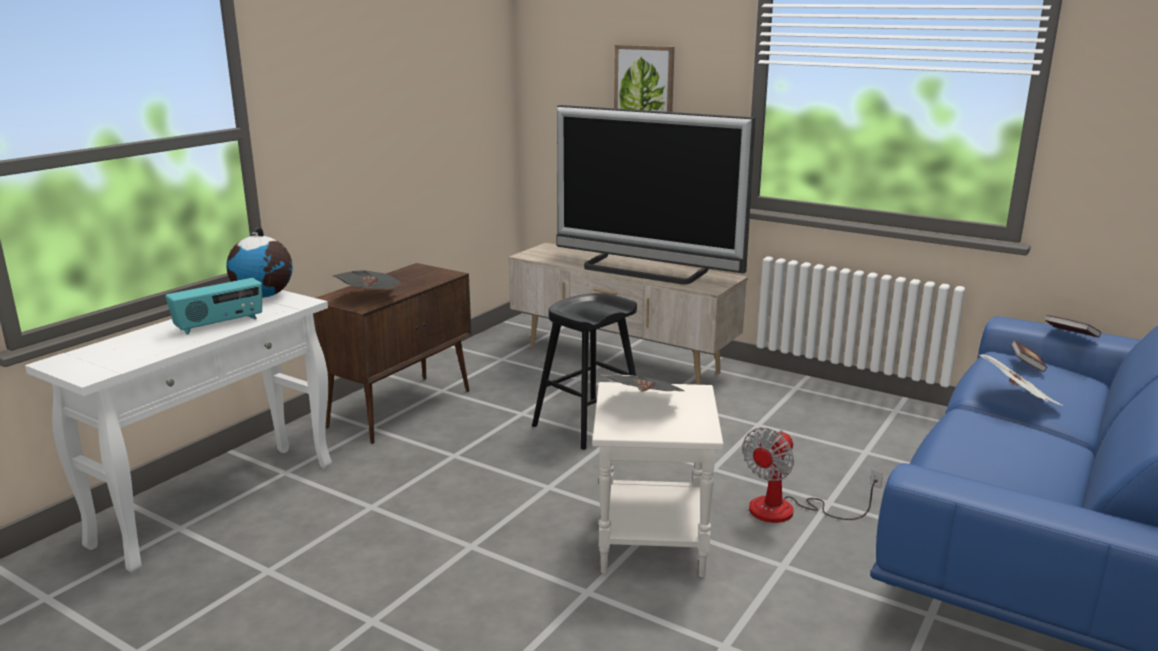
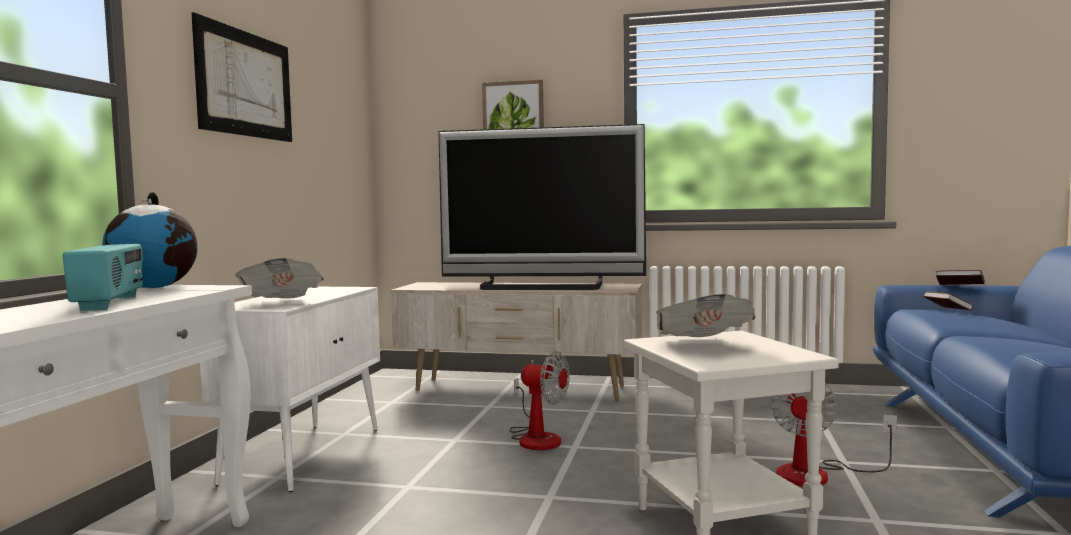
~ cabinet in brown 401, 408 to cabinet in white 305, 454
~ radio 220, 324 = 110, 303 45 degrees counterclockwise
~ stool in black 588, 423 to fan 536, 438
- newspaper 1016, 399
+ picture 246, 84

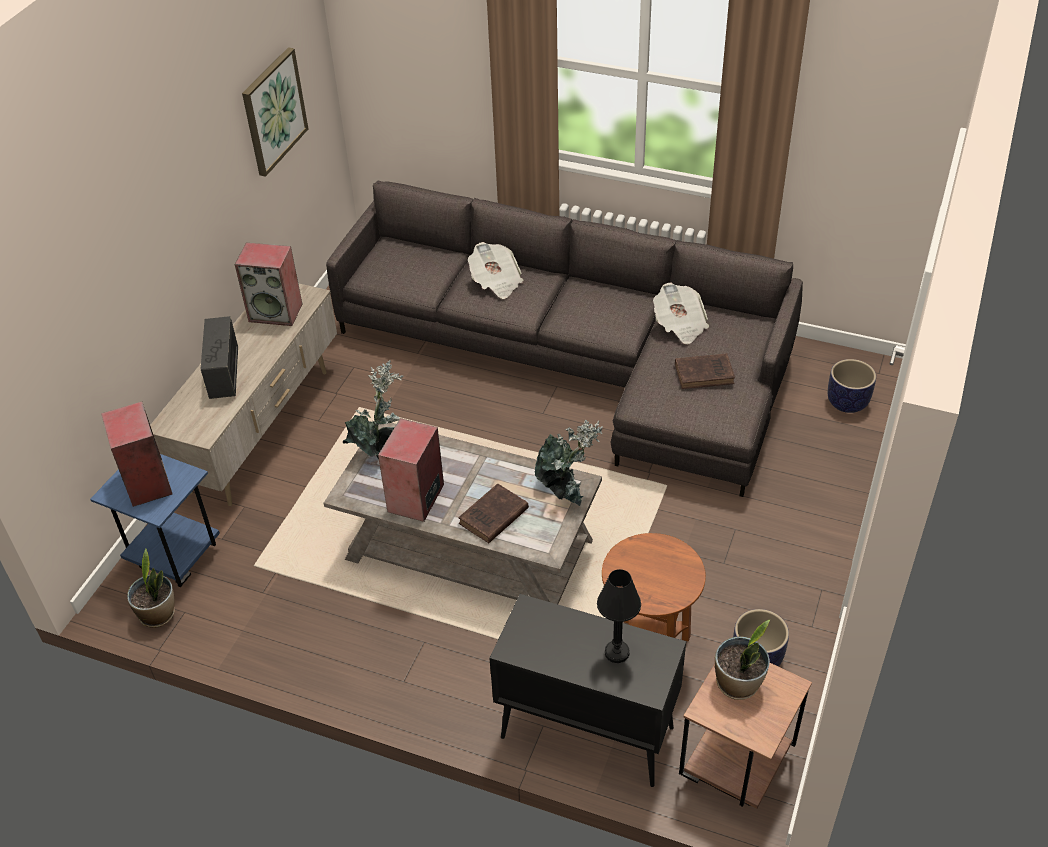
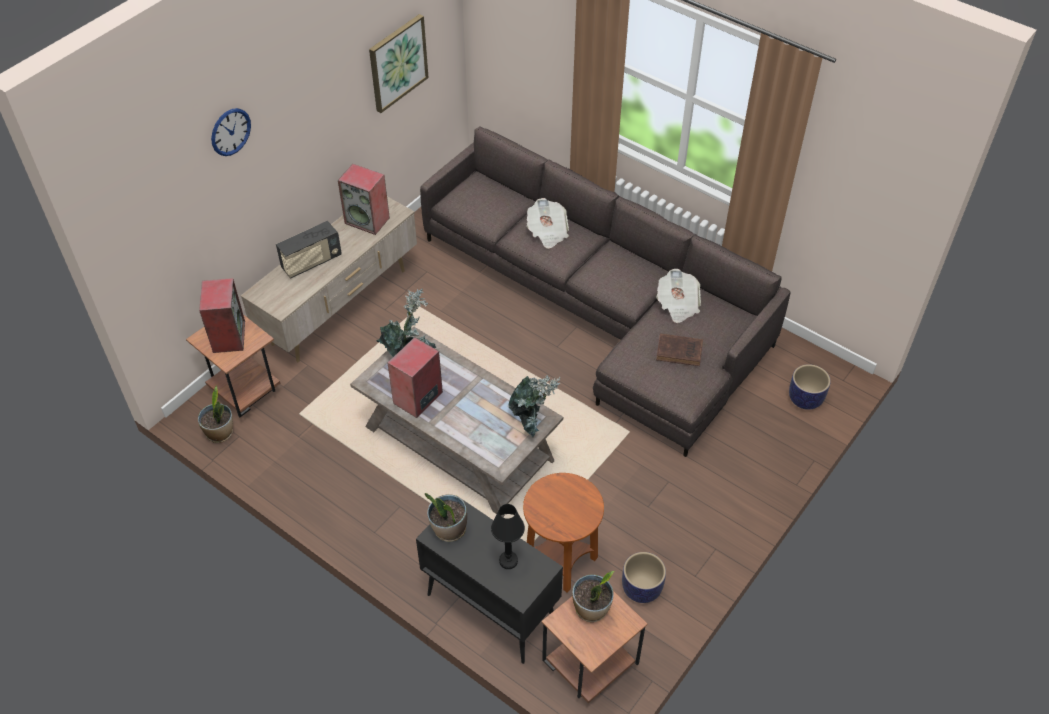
~ radio 223, 374 = 311, 262 135 degrees counterclockwise
~ side table in blue 174, 559 to side table in brown 244, 393
- book in brown 492, 517
+ wall clock 230, 132
+ potted plant 449, 529

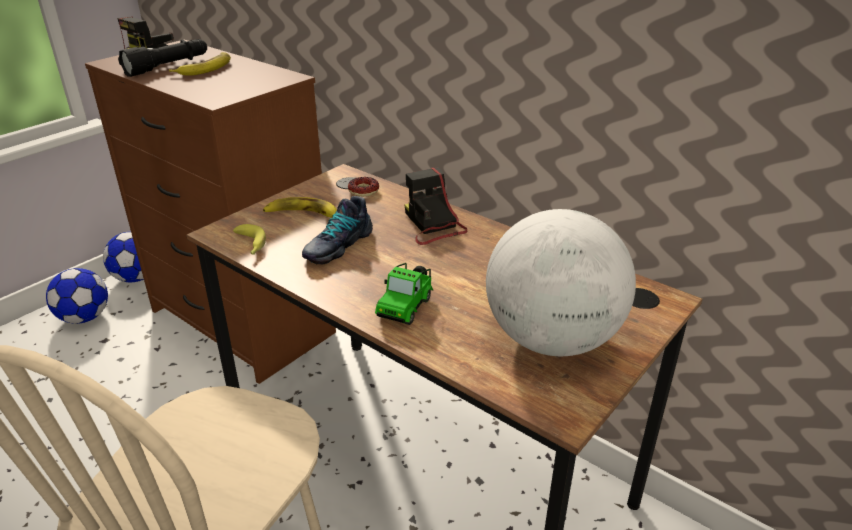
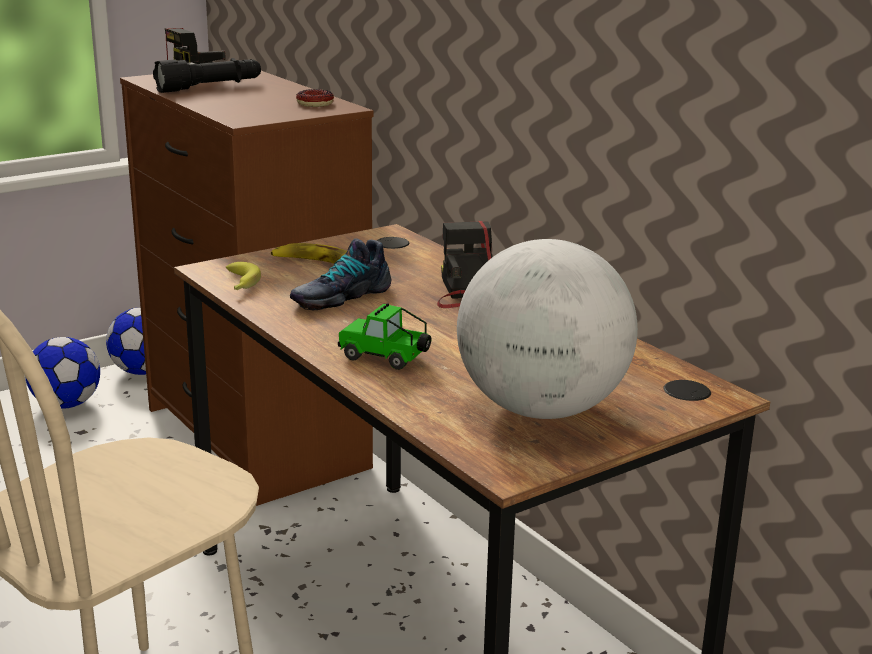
- banana 206, 68
~ donut 363, 191 to 315, 103
~ toy car 406, 306 = 386, 358 75 degrees clockwise

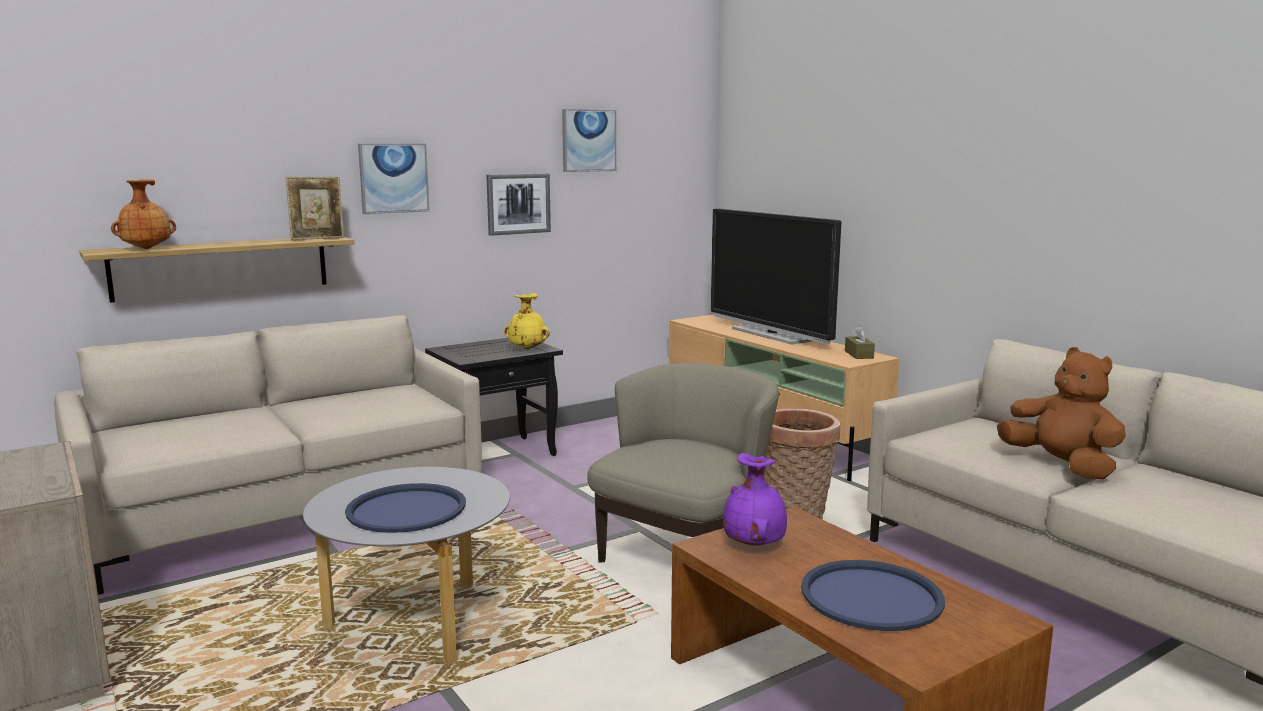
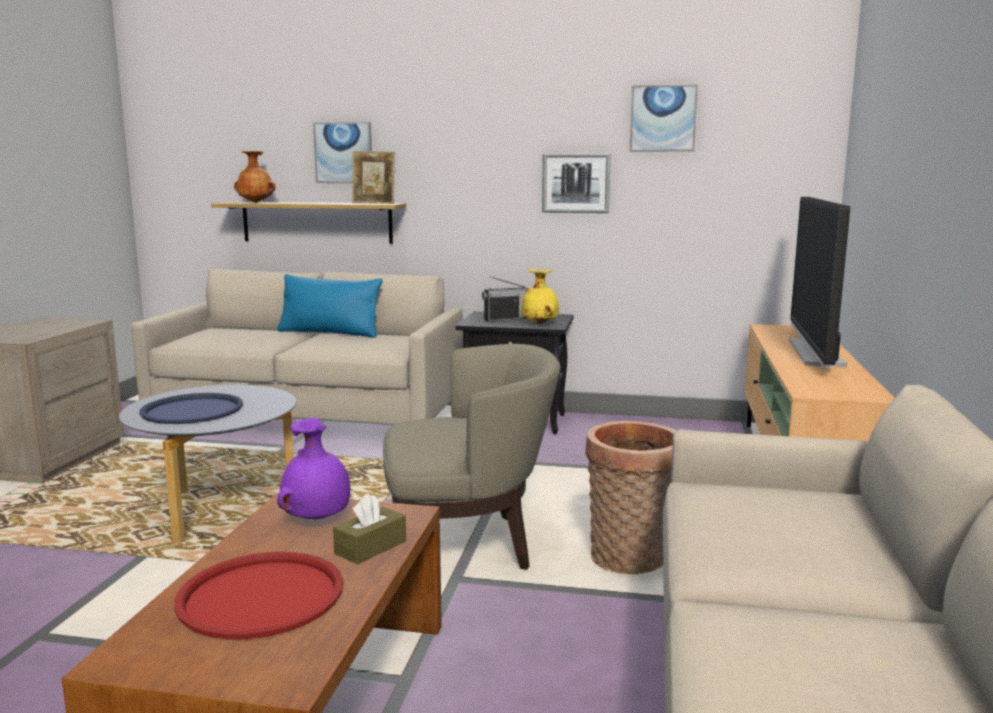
~ picture 393, 178 to 343, 153
~ tissue box in brown 859, 354 to 370, 547
- plush toy in brown 1061, 466
~ tray in blue 871, 597 to tray in red 261, 596
+ pillow in blue 329, 333
+ radio 506, 319

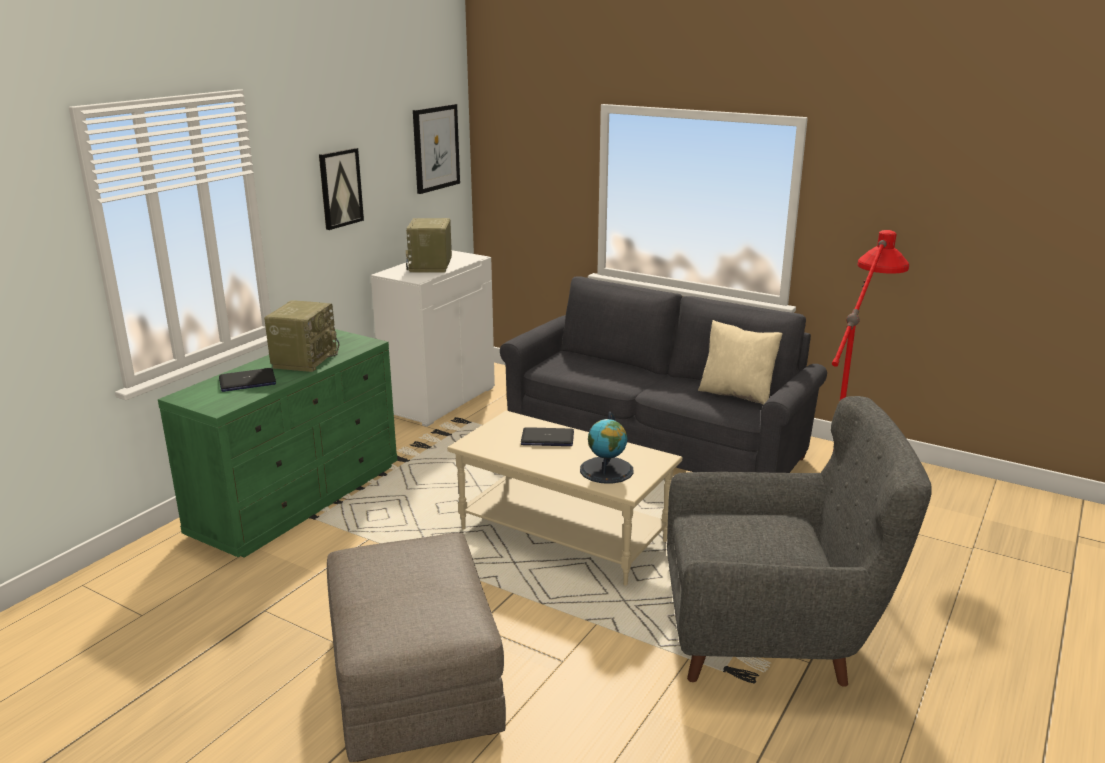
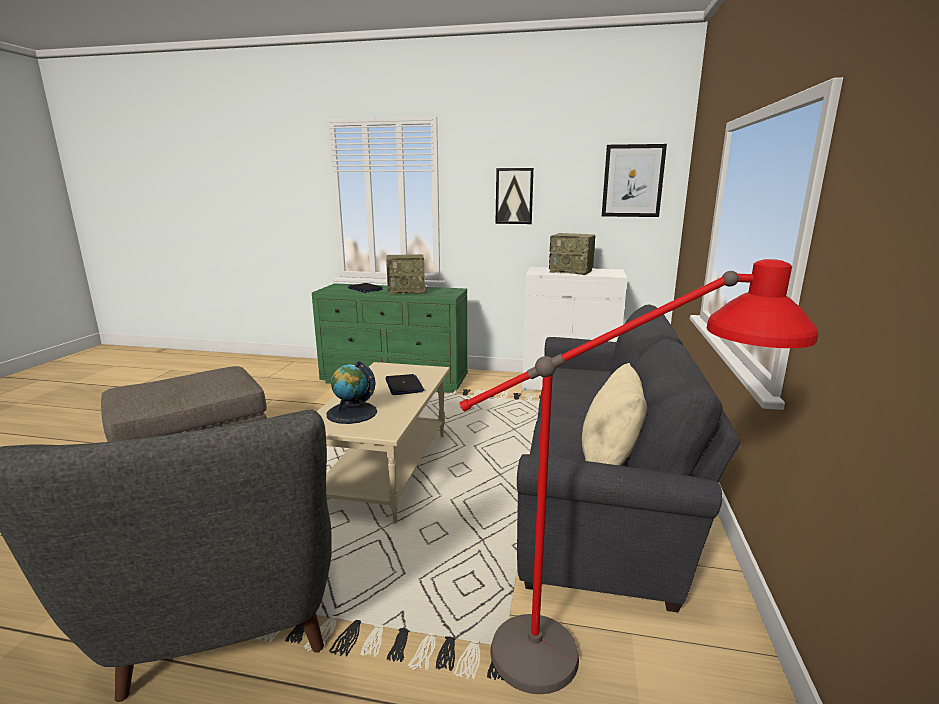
~ radio 431, 266 = 572, 271 135 degrees counterclockwise

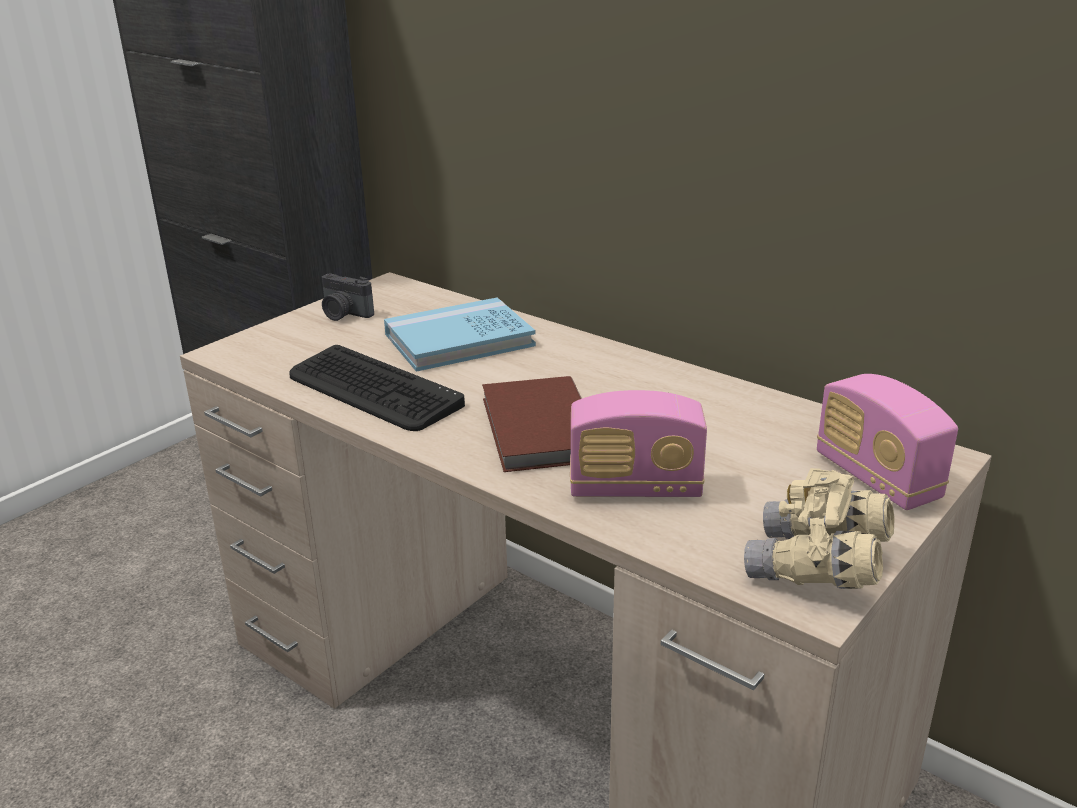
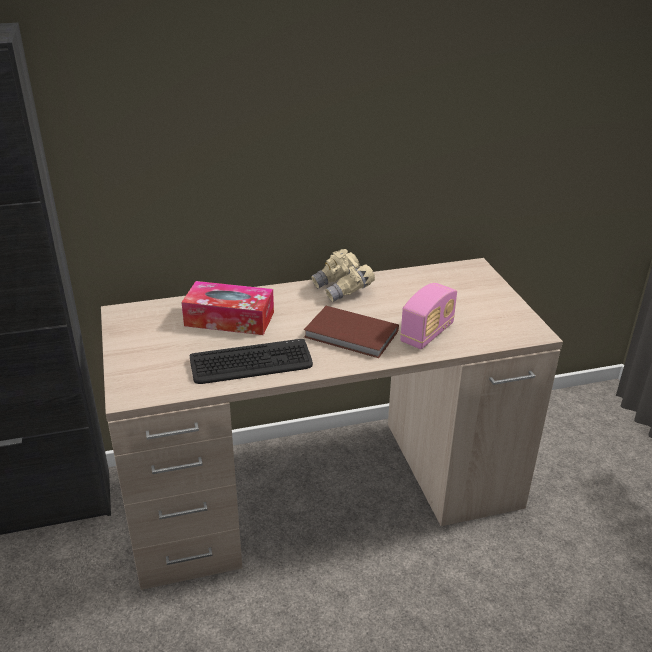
- photo camera 344, 314
~ book in blue 459, 340 to tissue box 229, 319
- radio 876, 478
~ binoculars in beige 817, 568 to 343, 289

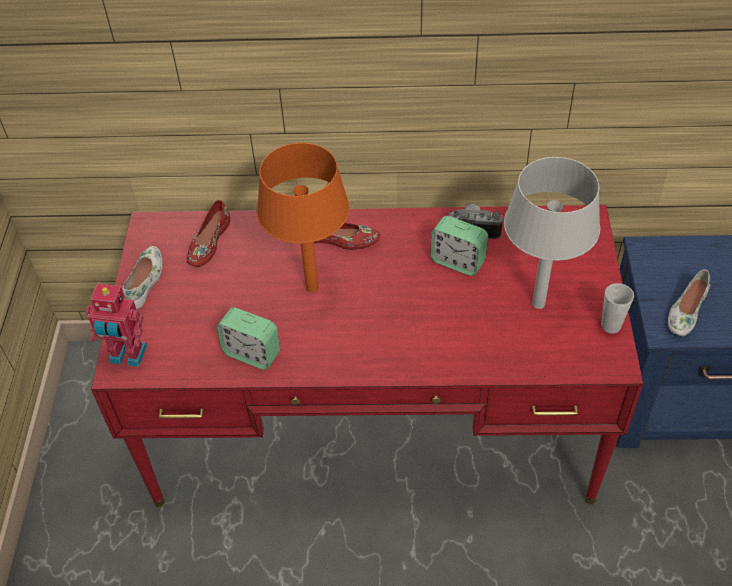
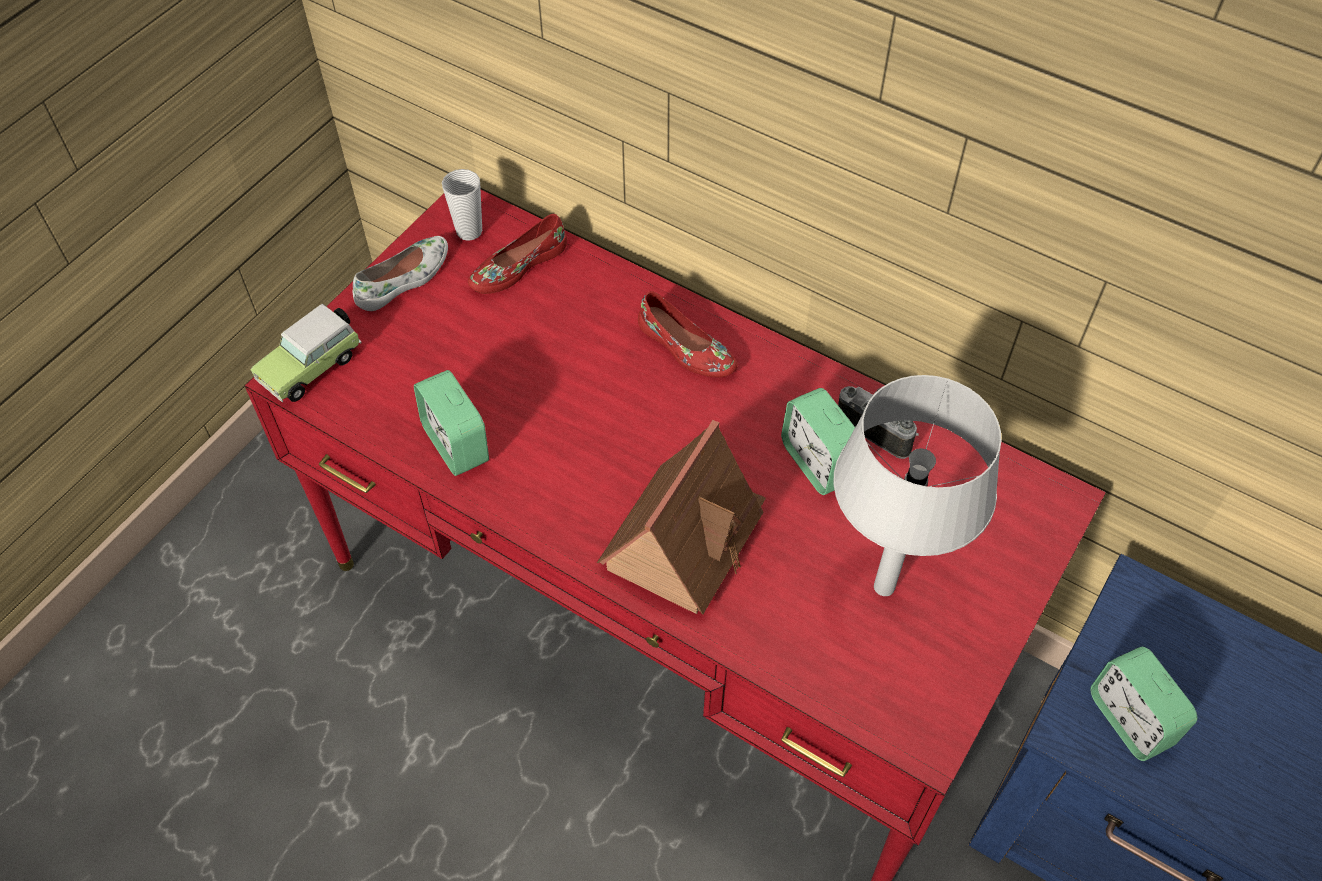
- table lamp in orange 312, 288
~ shoe in white 686, 310 to alarm clock 1130, 719
~ cup 611, 326 to 469, 231
~ toy robot 127, 356 to toy car 314, 366
+ toy house 685, 537

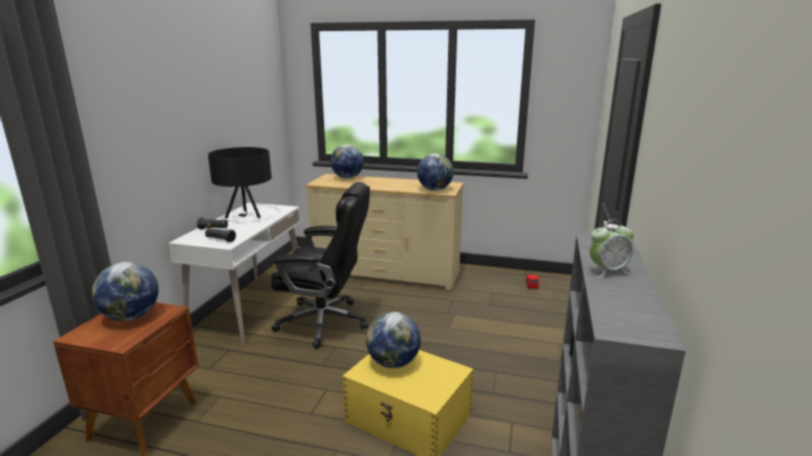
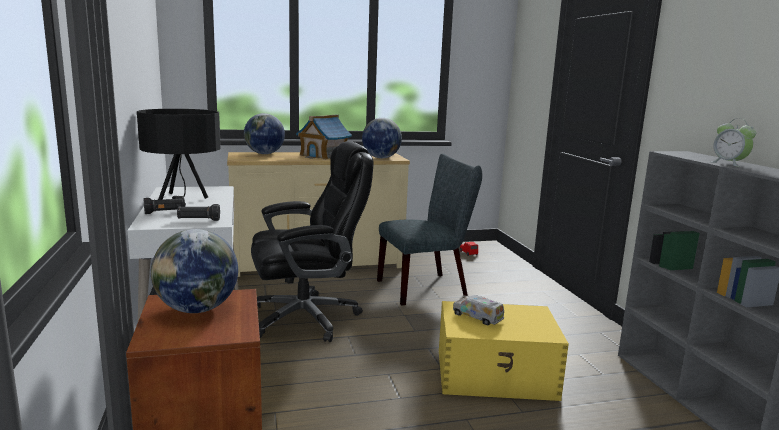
~ alarm clock 607, 271 = 729, 164 105 degrees clockwise
~ globe 393, 363 to toy truck 477, 317
+ toy house 324, 155
+ chair in grey 427, 287

